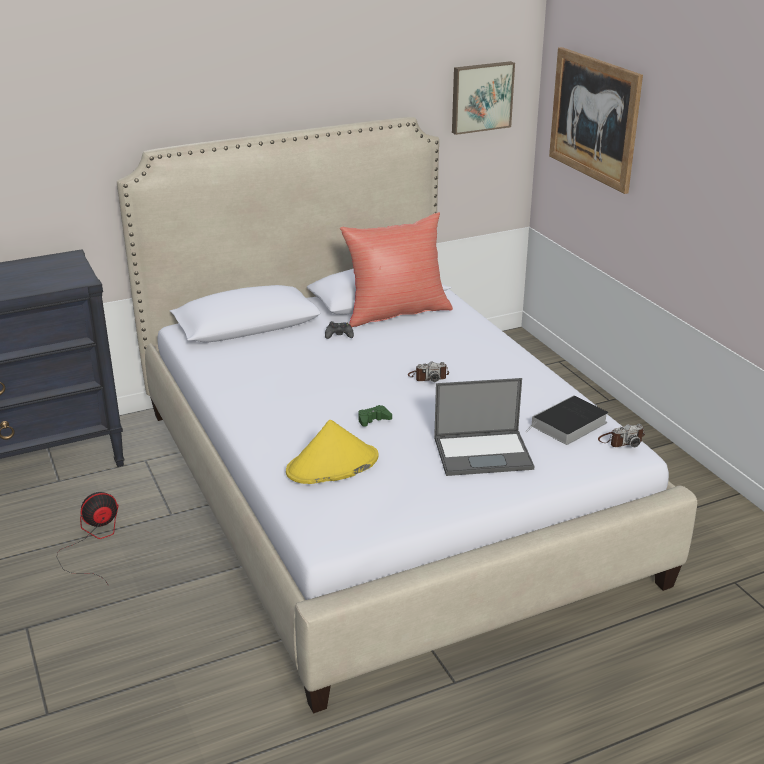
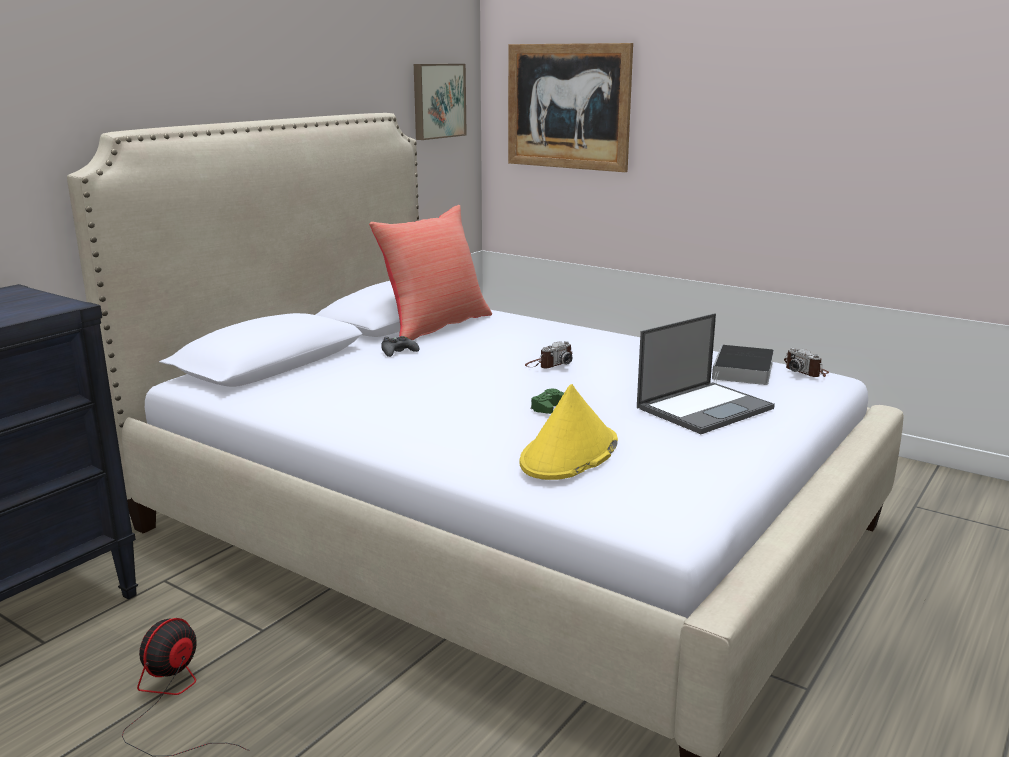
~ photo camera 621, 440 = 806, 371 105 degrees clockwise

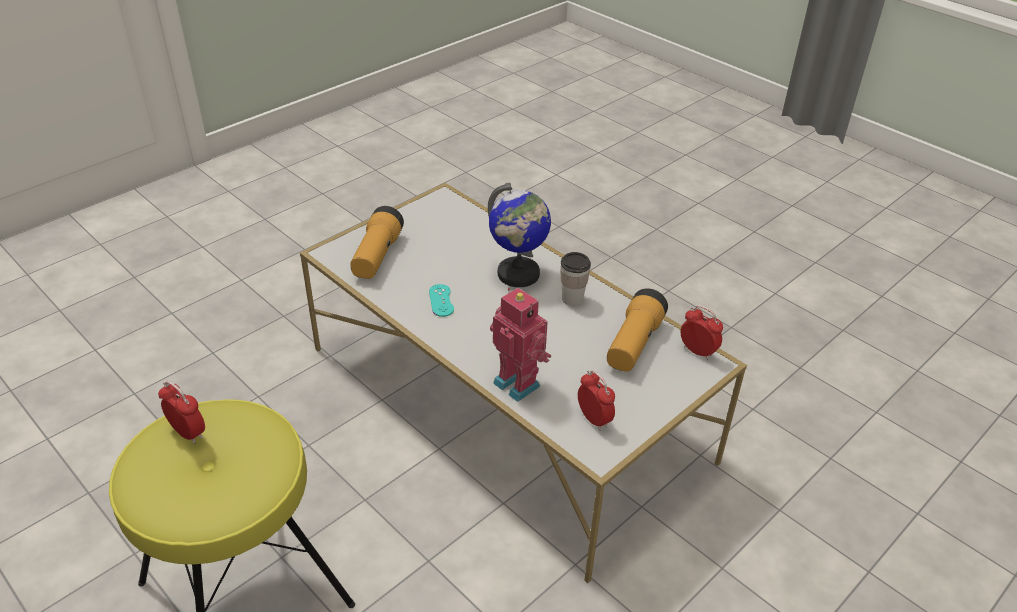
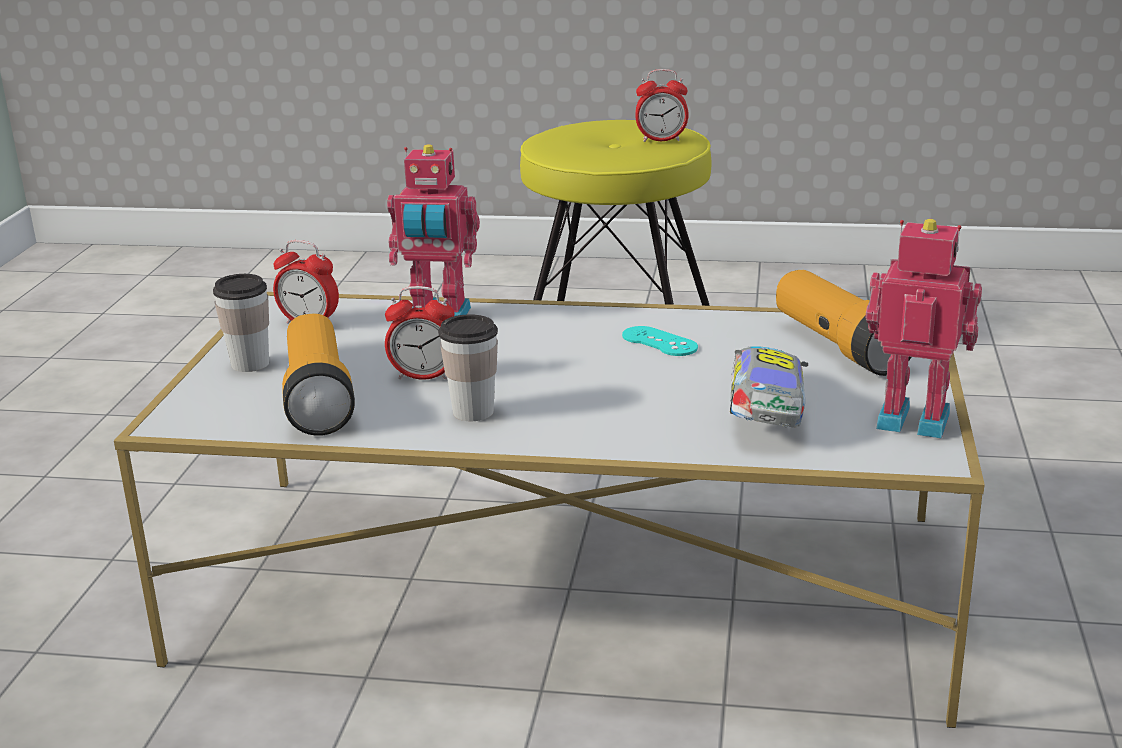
- globe 518, 274
~ alarm clock 697, 351 to 424, 376
+ toy robot 914, 418
+ cup 250, 364
+ toy car 767, 413

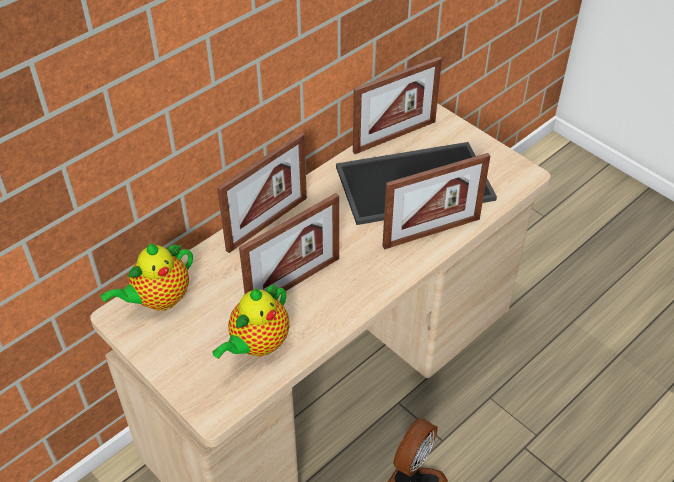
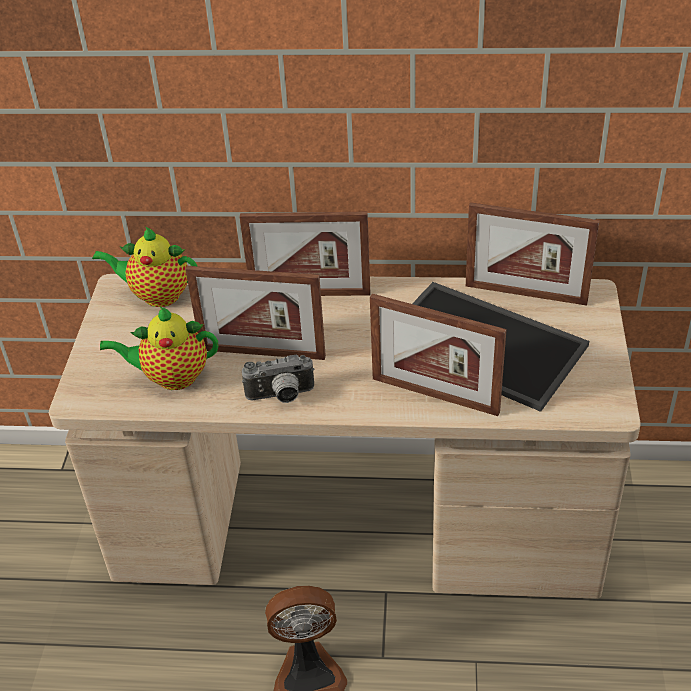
+ photo camera 281, 397

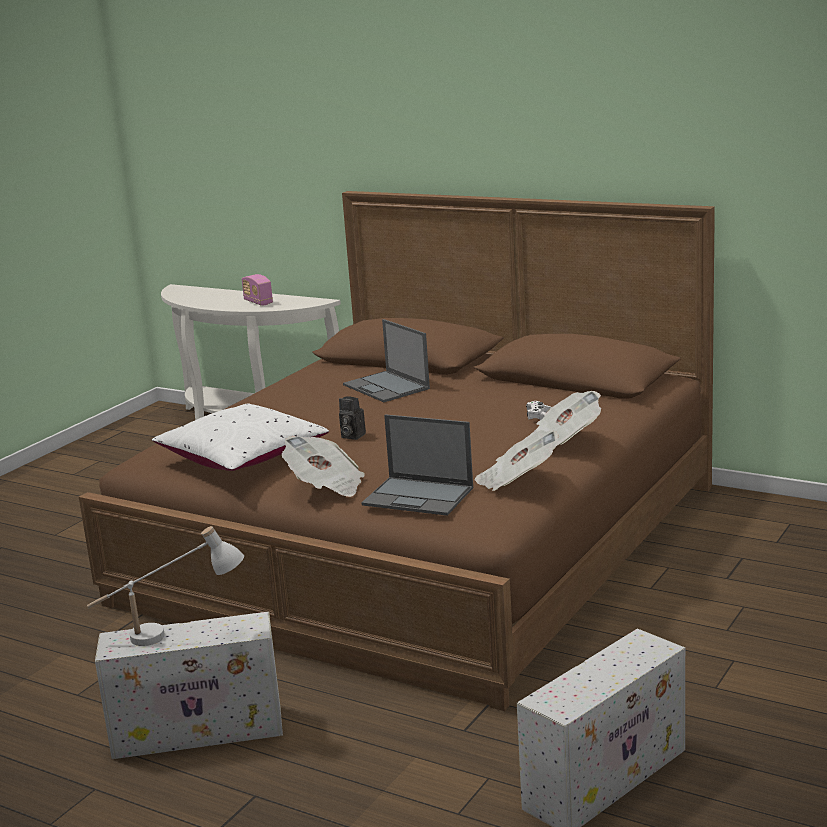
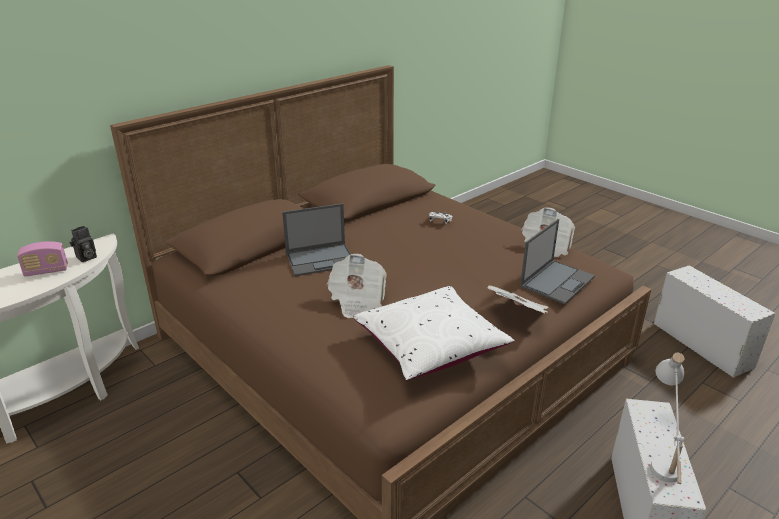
~ newspaper 562, 441 to 357, 300
~ photo camera 351, 436 to 86, 258

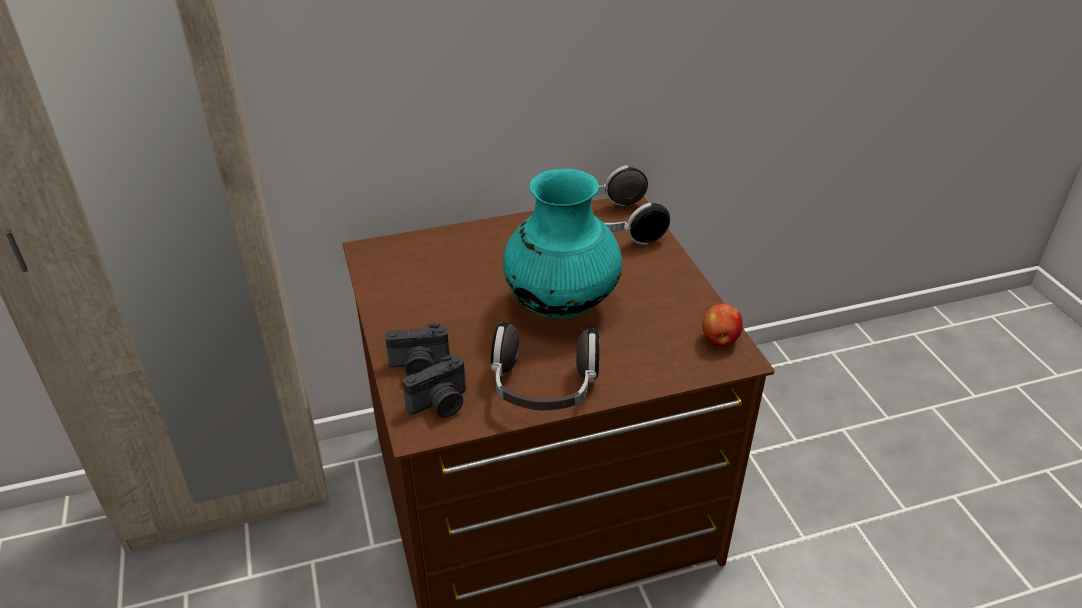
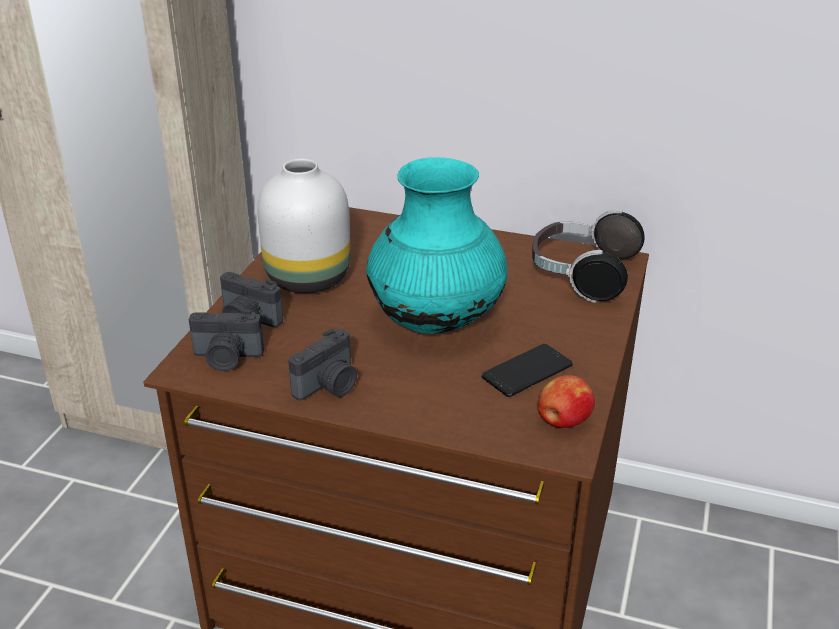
~ headphones 543, 389 to photo camera 329, 386
+ vase in white 309, 279
+ phone 527, 371

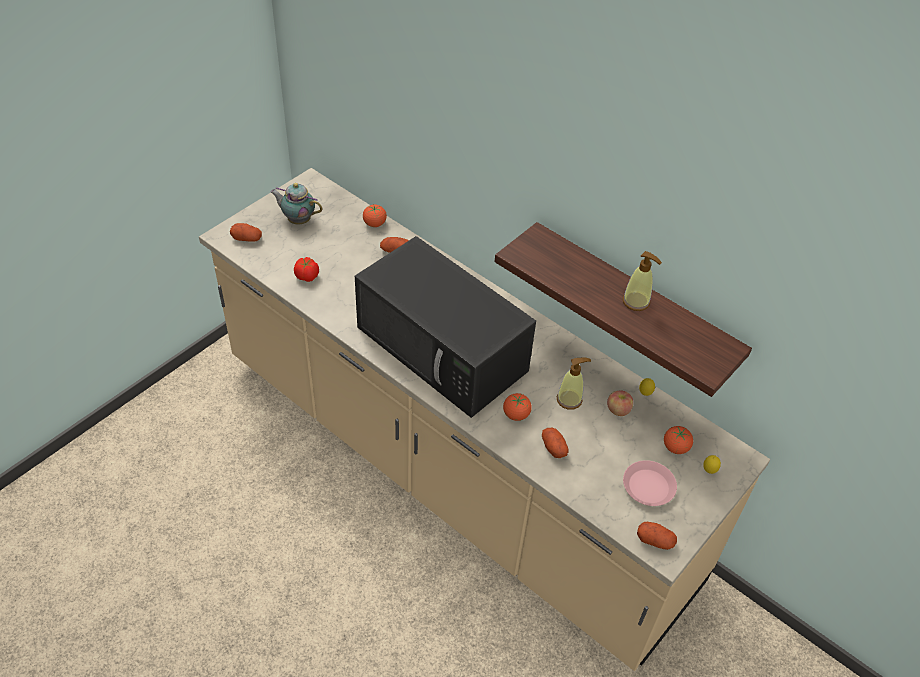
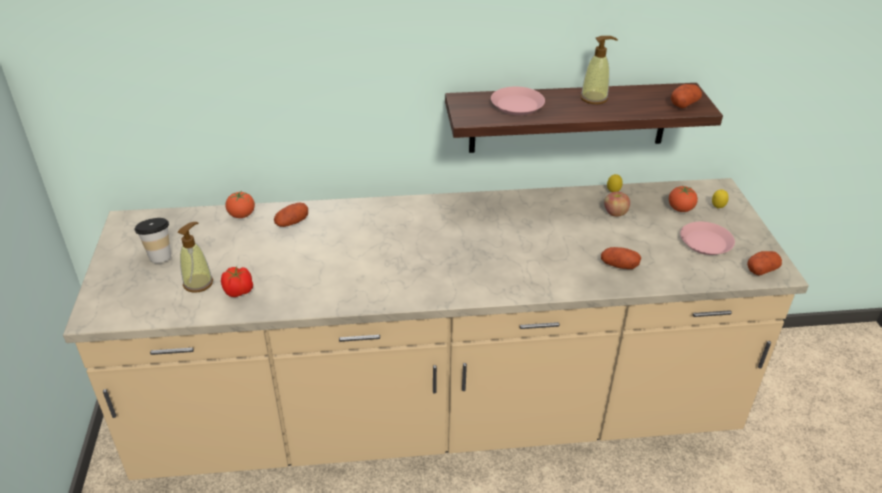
~ teapot 298, 220 to cup 159, 256
~ potato 247, 238 to 684, 104
- microwave in black 444, 350
~ soap dispenser 569, 399 to 198, 283
- tomato 516, 415
+ plate in pink 517, 105

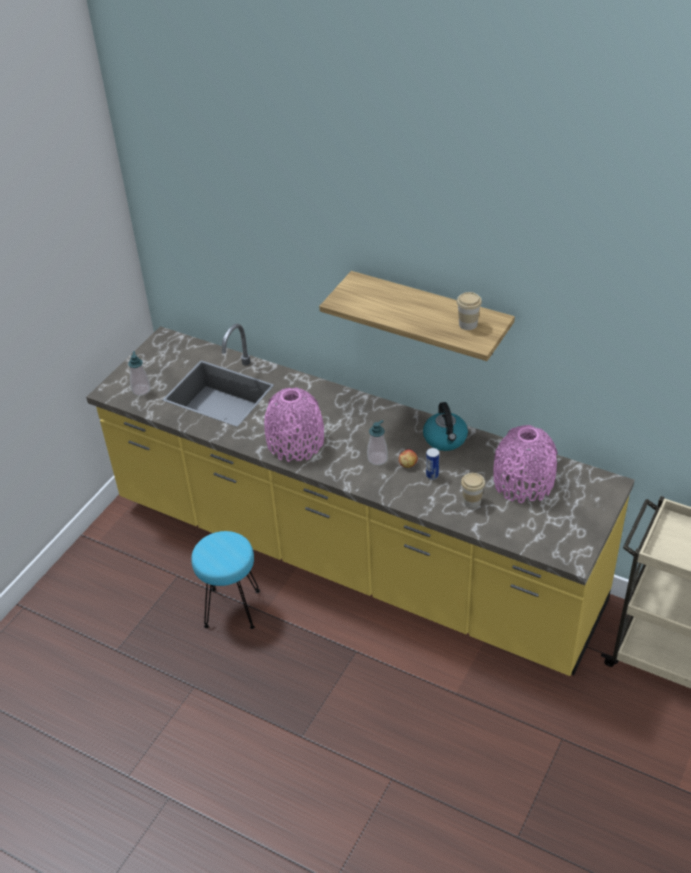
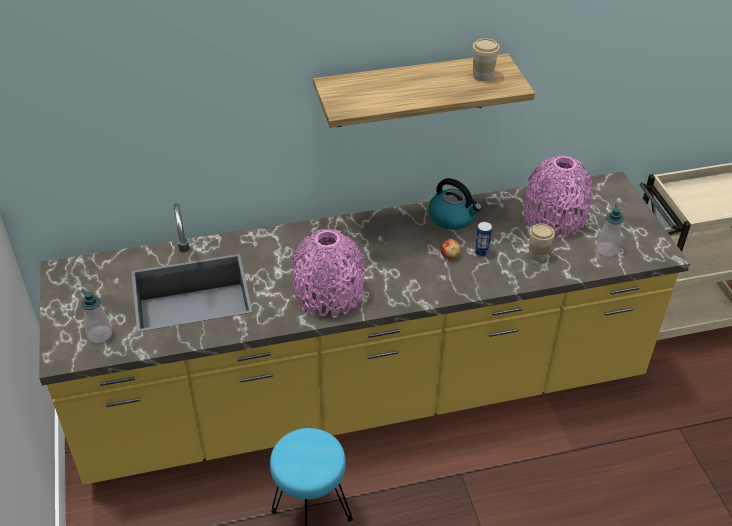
~ soap dispenser 377, 459 to 606, 250

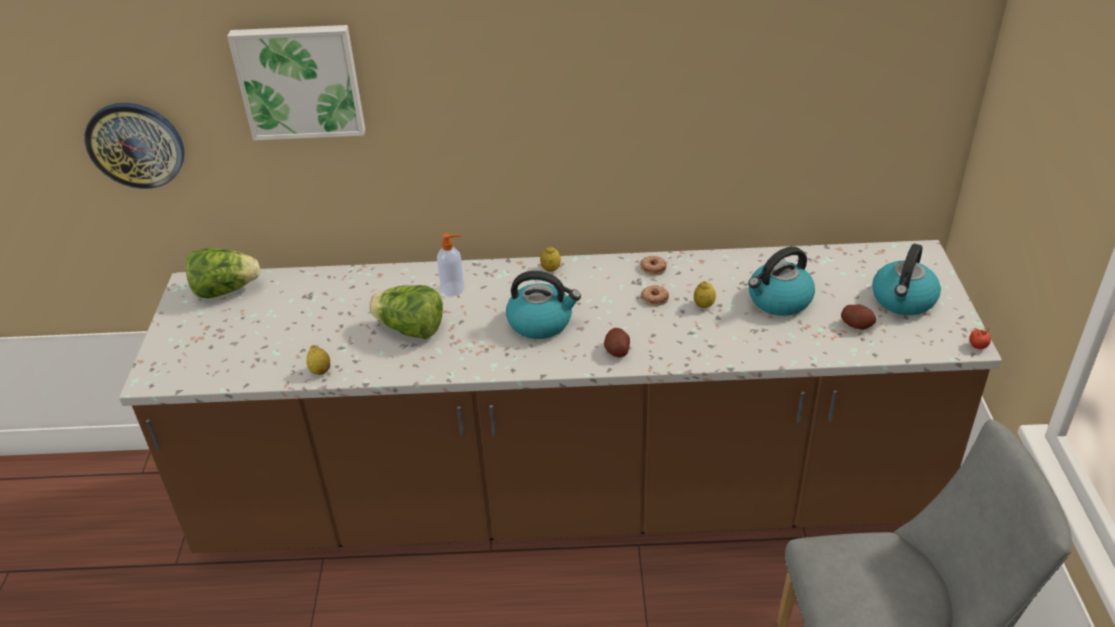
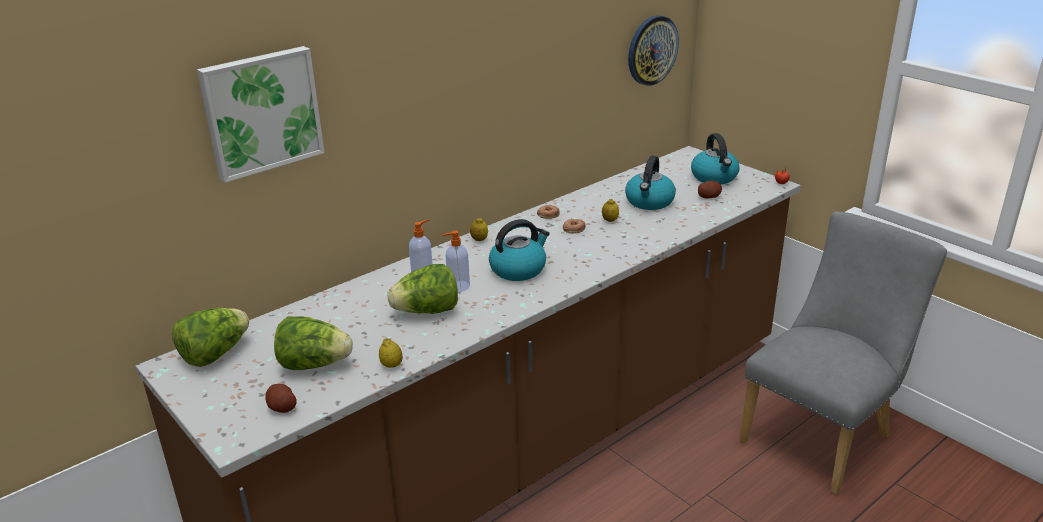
~ wall clock 135, 144 to 651, 50
~ potato 617, 351 to 282, 407
+ soap dispenser 457, 286
+ lettuce 314, 364

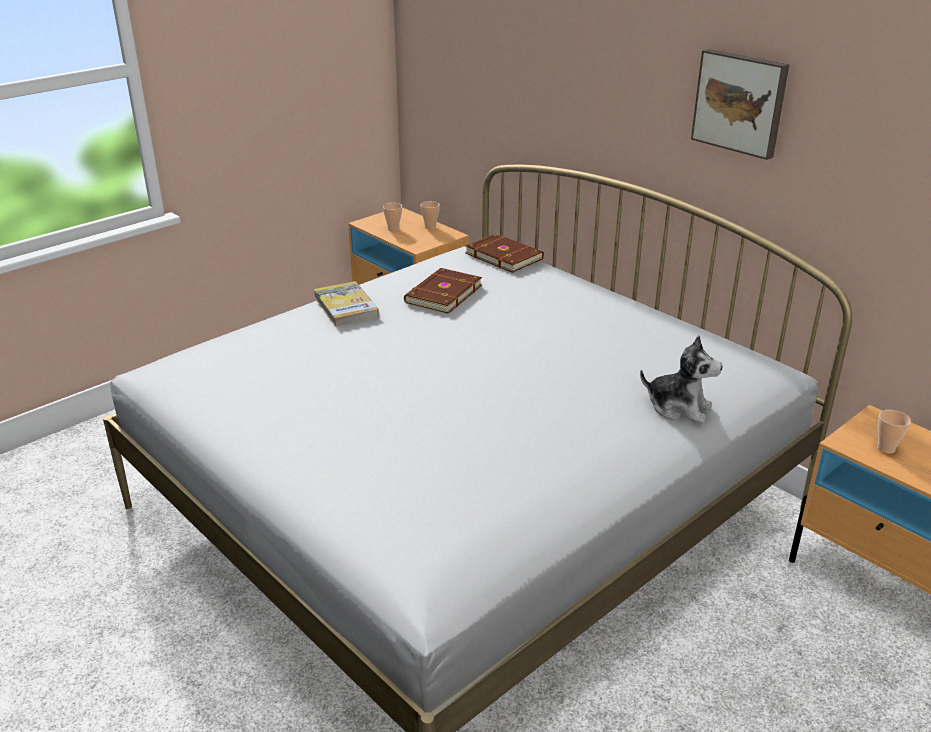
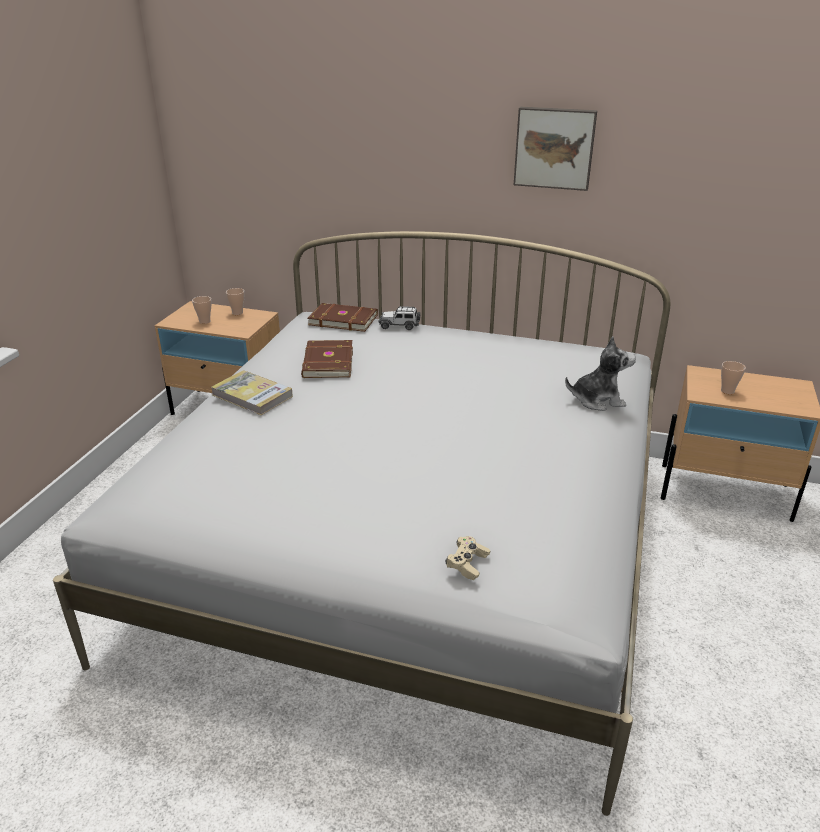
+ toy car 399, 325
+ game controller in beige 467, 564

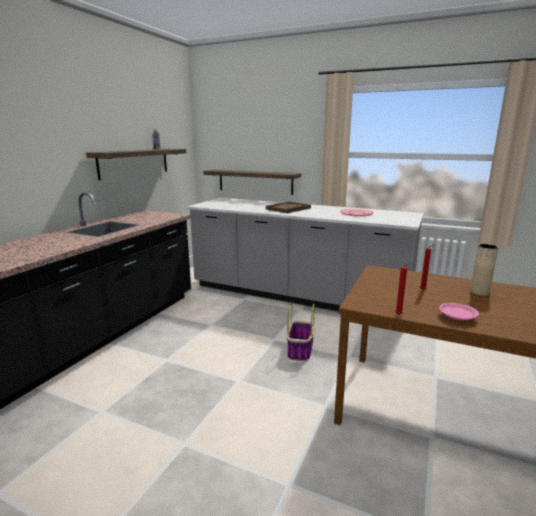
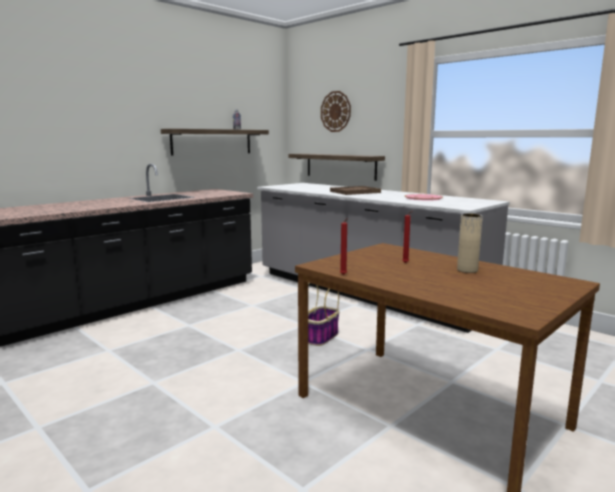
- plate in pink 457, 317
+ wall clock 335, 111

